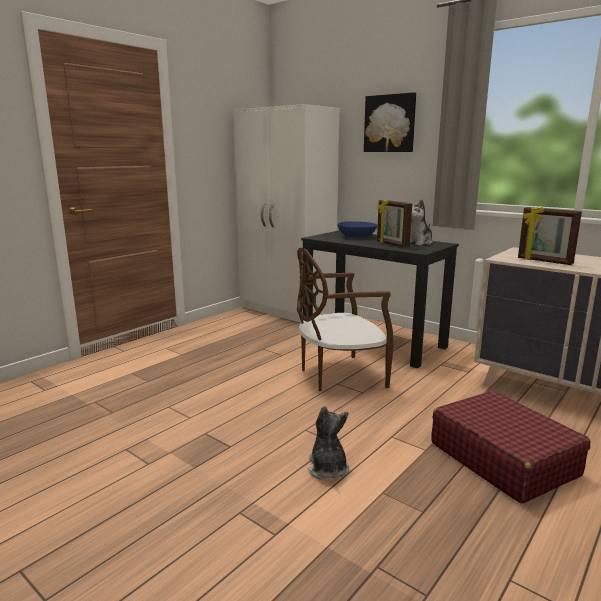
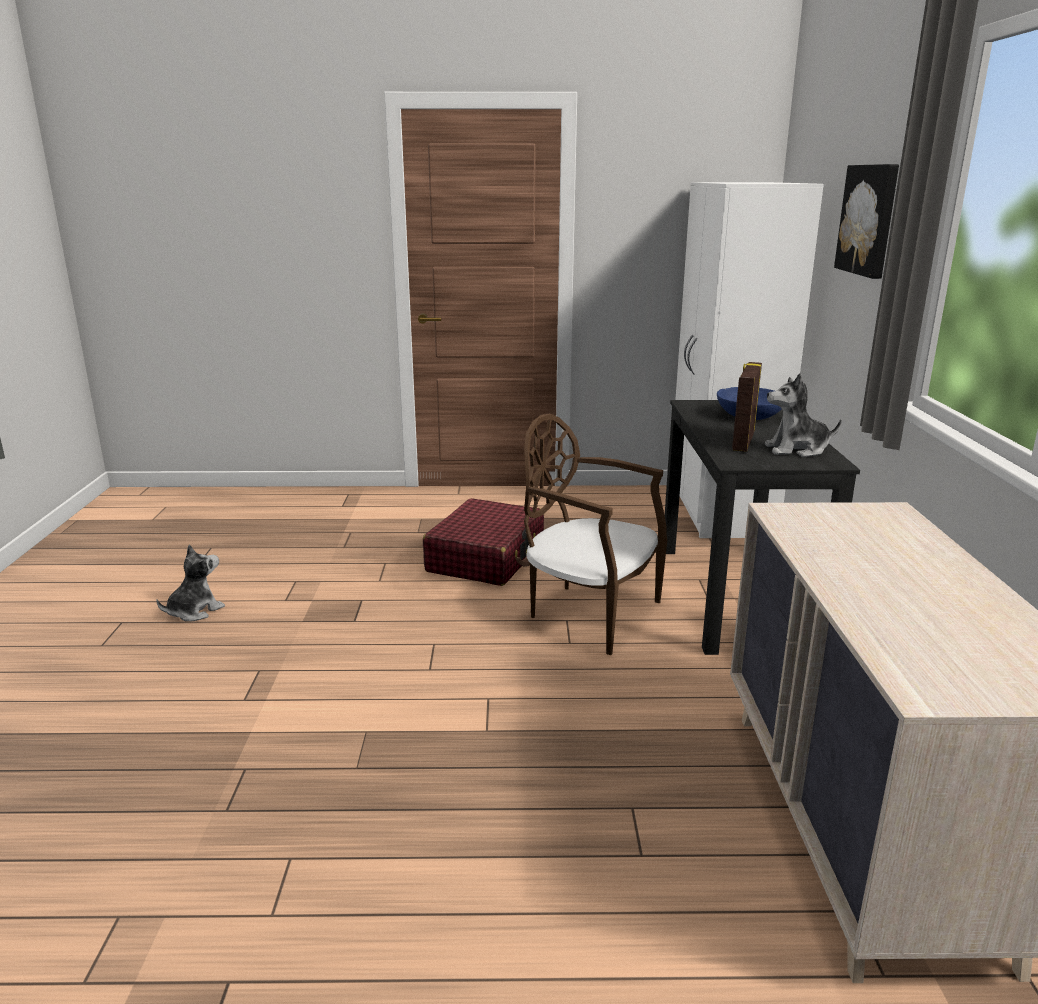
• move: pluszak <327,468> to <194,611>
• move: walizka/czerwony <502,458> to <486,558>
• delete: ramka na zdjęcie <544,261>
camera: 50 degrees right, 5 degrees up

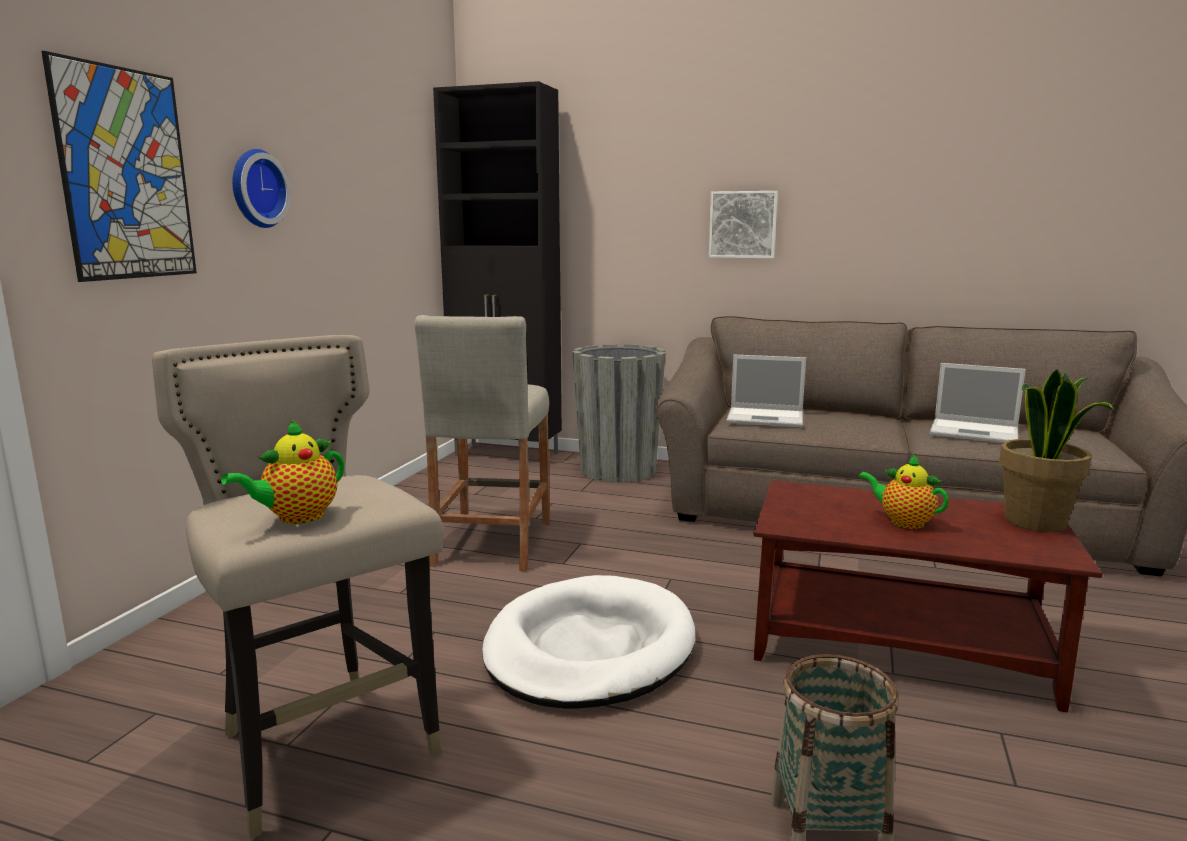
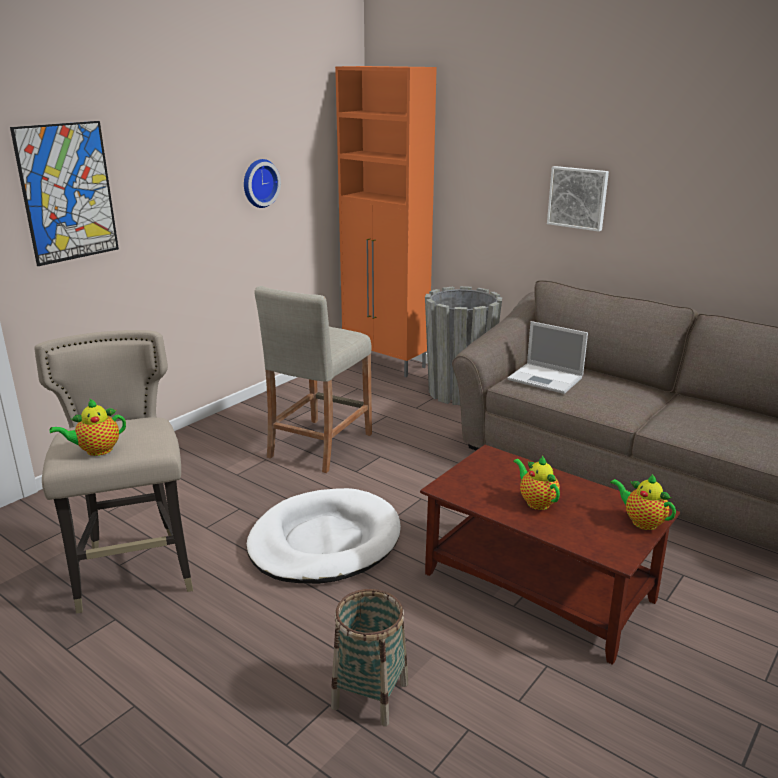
• move: zegar ścienny <255,189> to <259,183>
• recolor: szafka/czarny <507,454> to szafka/pomarańczowy <386,363>
• replace: roślina doniczkowa <1036,522> to imbryk <641,521>
• delete: laptop <976,432>
camera: 20 degrees right, 10 degrees up

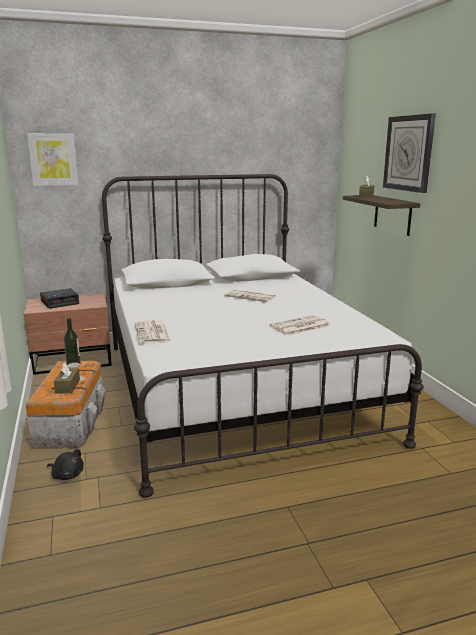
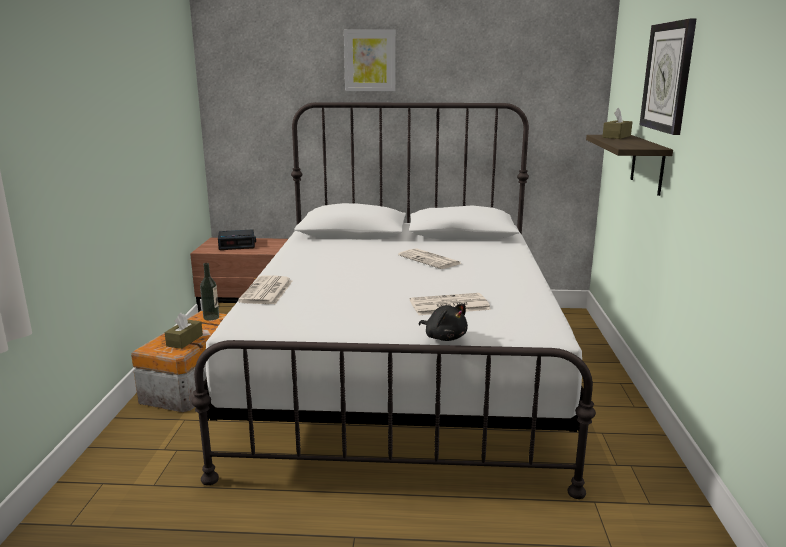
• move: obraz <53,159> to <370,60>
• move: pluszak/czarny <67,475> to <444,337>
camera: 20 degrees right, 0 degrees up

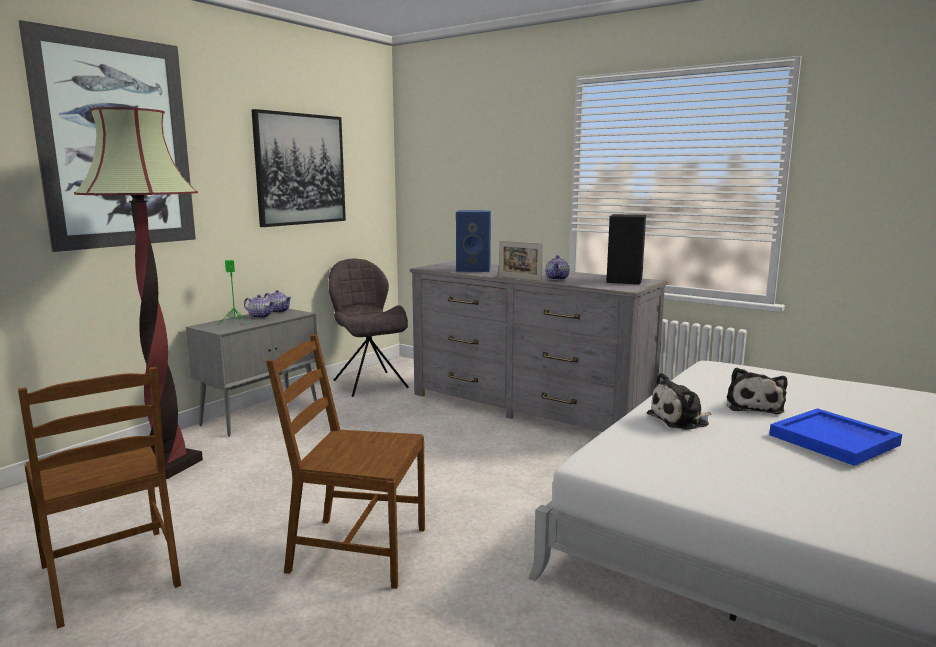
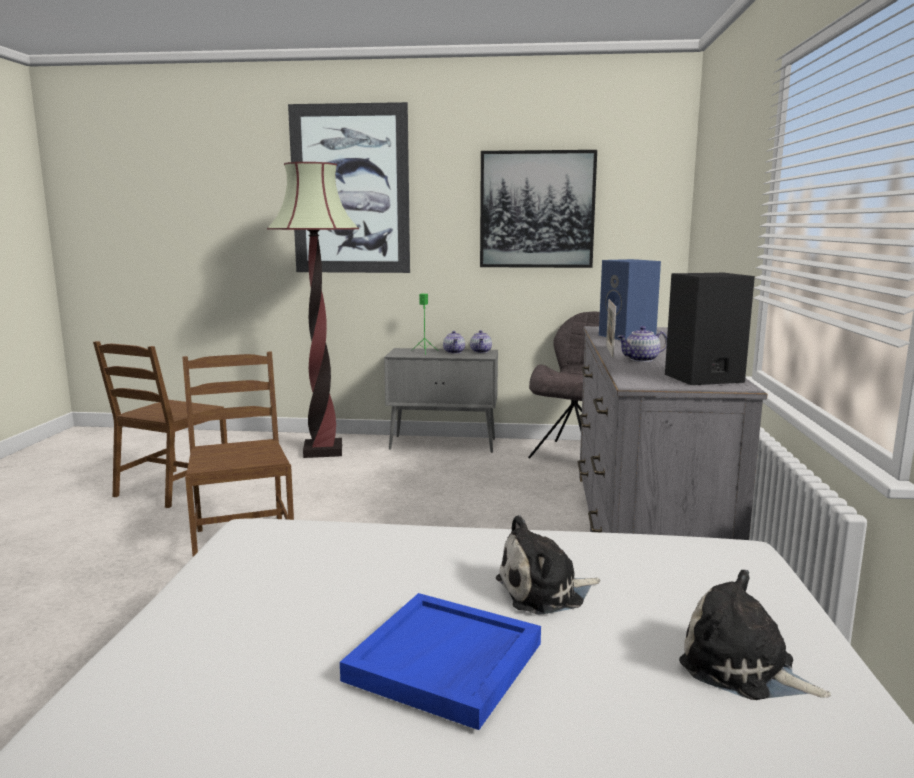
• move: pluszak <681,420> to <743,669>
camera: 60 degrees right, 0 degrees up

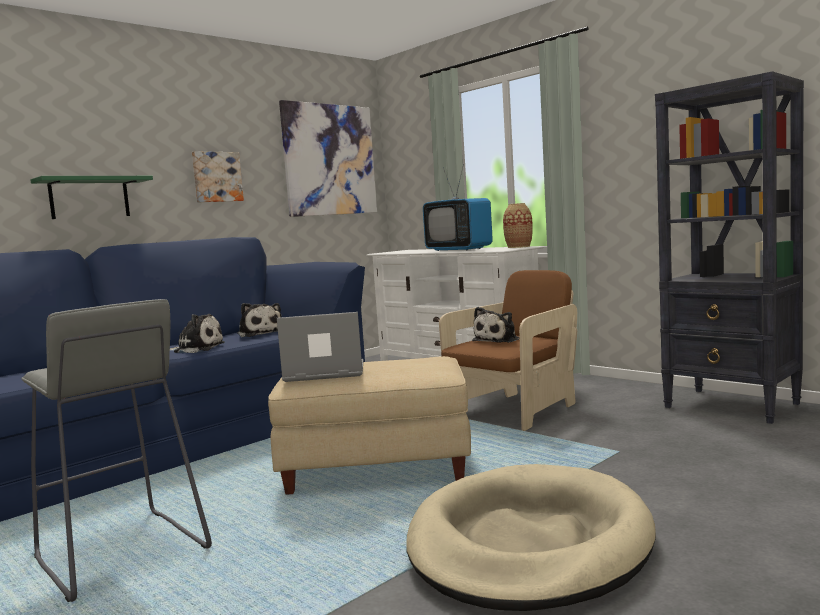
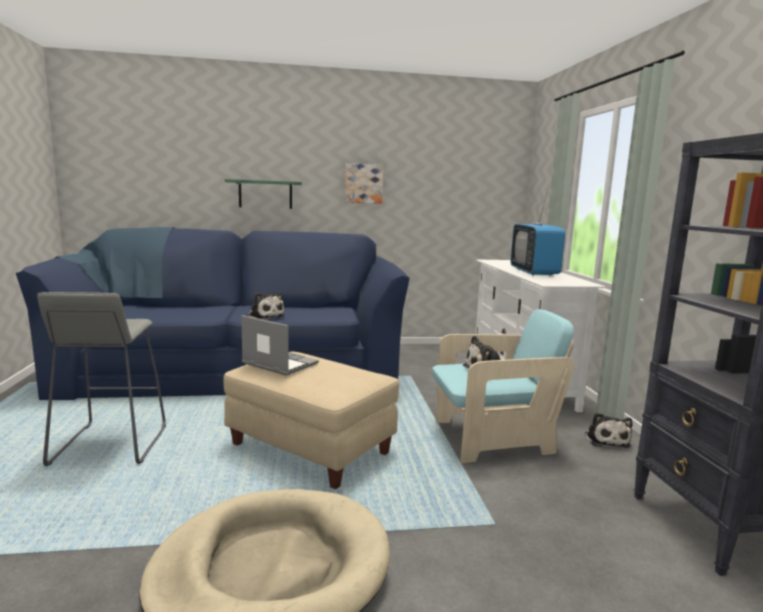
• recolor: fotel/brązowy <514,410> to fotel/turkusowy <492,439>
• move: pluszak <259,333> to <605,440>
• delete: obraz <329,160>
• delete: wazon <518,247>
camera: 35 degrees right, 5 degrees up

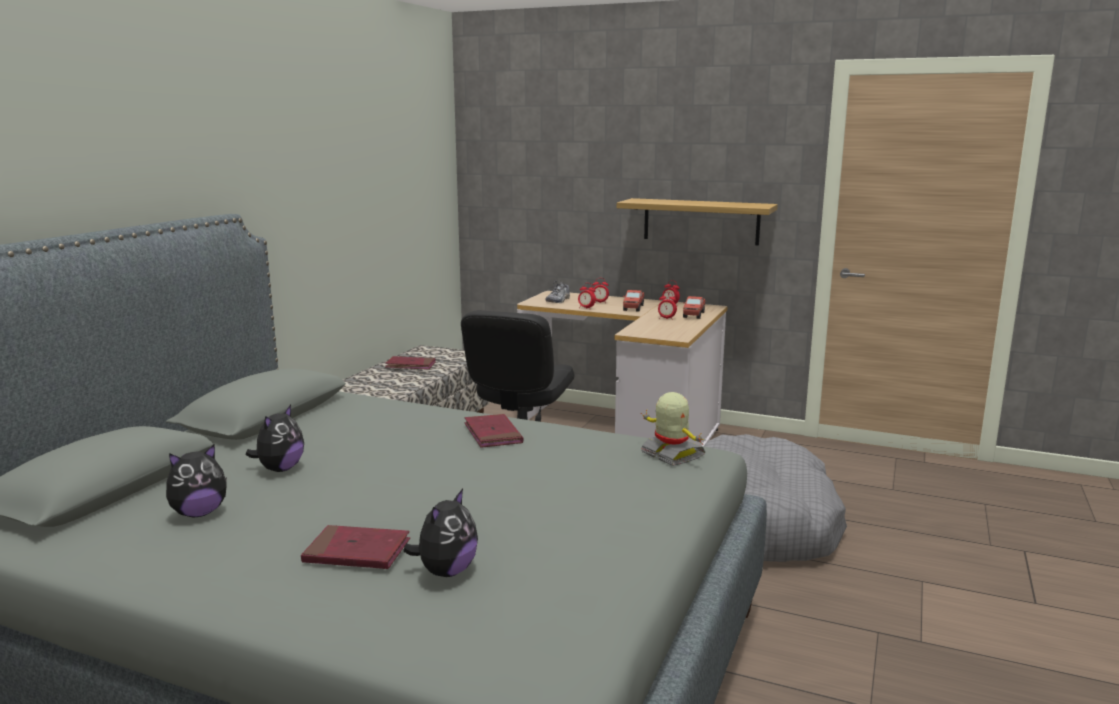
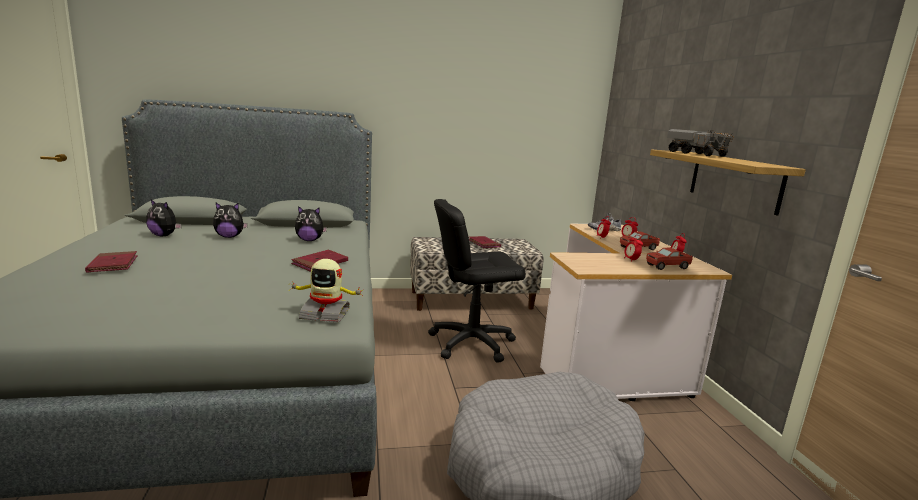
• rotate: robot zabawkowy <671,455> = <325,314> 75 degrees clockwise
• move: pluszak <446,571> to <309,240>
• insert: ciężarówka zabawkowa <696,154>
camera: 55 degrees right, 0 degrees up

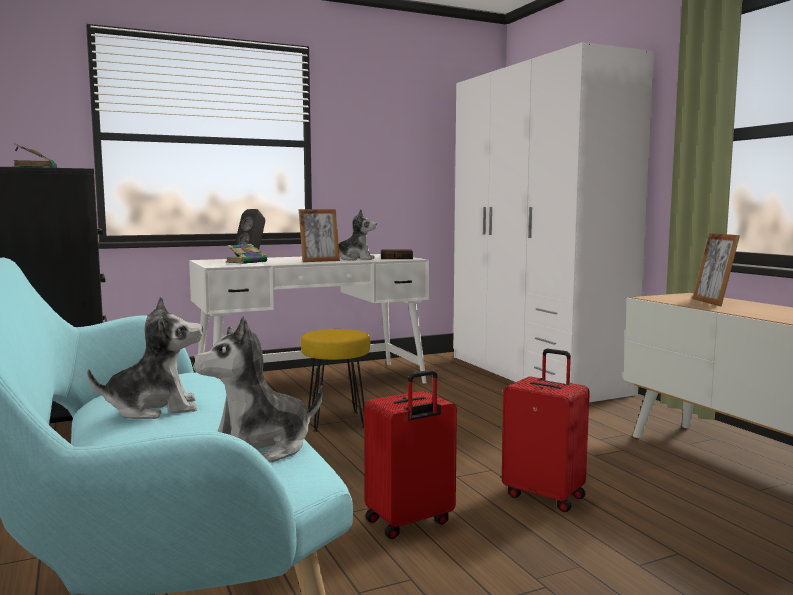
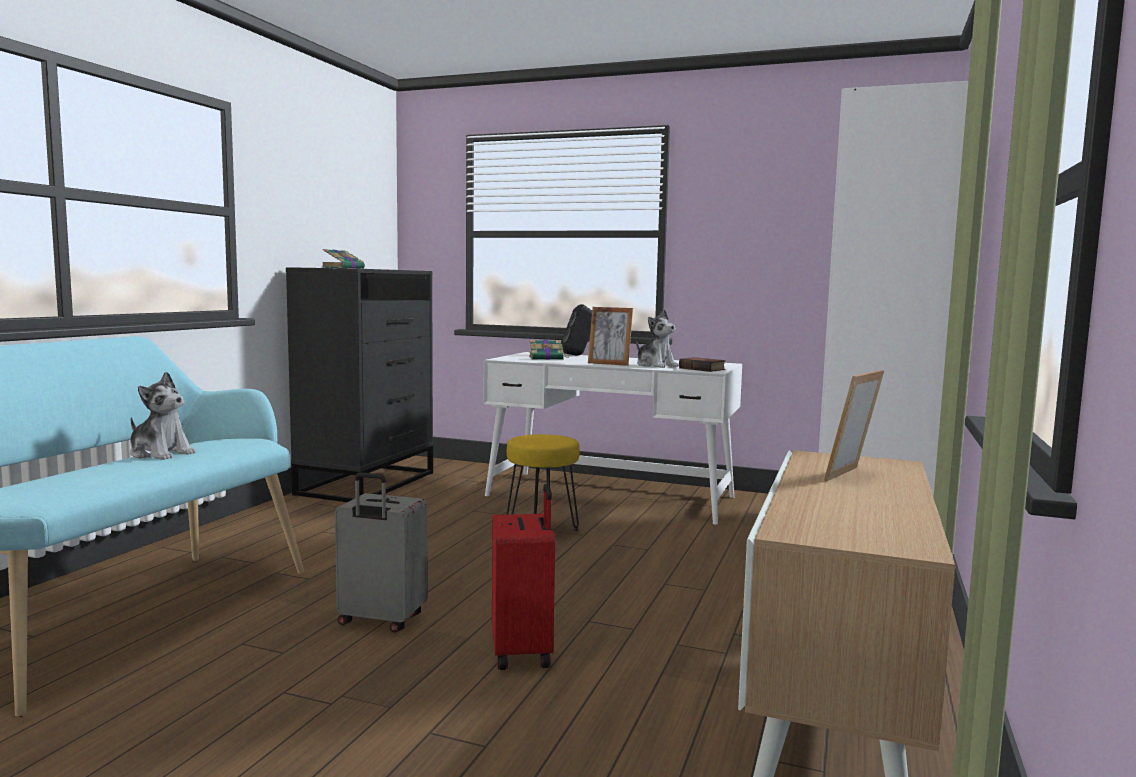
• recolor: walizka/czerwony <410,522> to walizka/szary <380,621>
• delete: pluszak <259,449>
camera: 45 degrees right, 0 degrees up

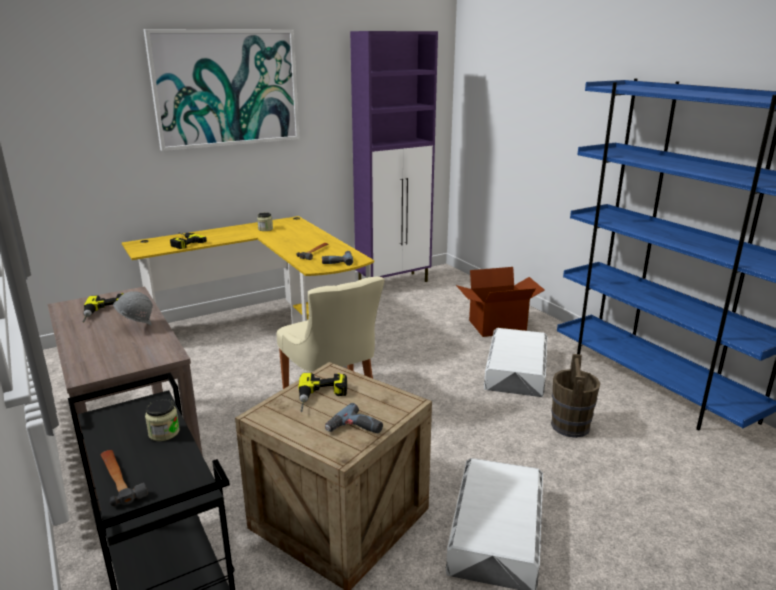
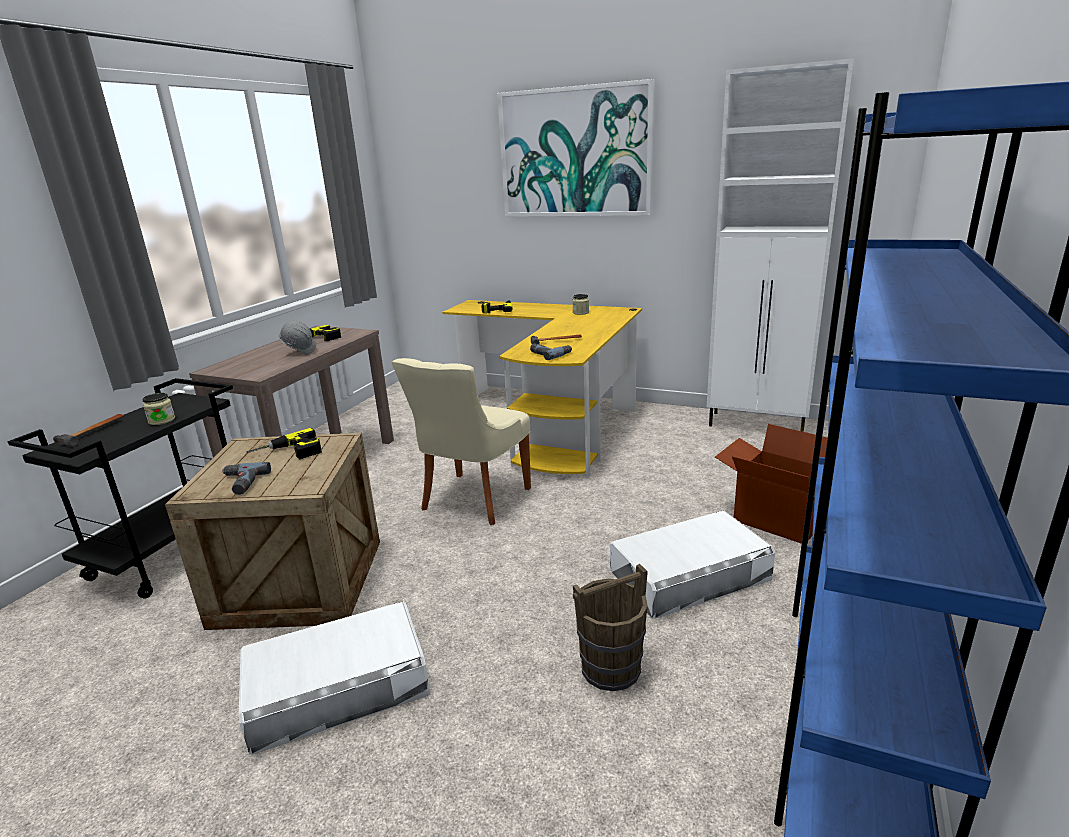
• recolor: szafka/fioletowy <394,283> to szafka/biały <758,424>
camera: 55 degrees right, 0 degrees up

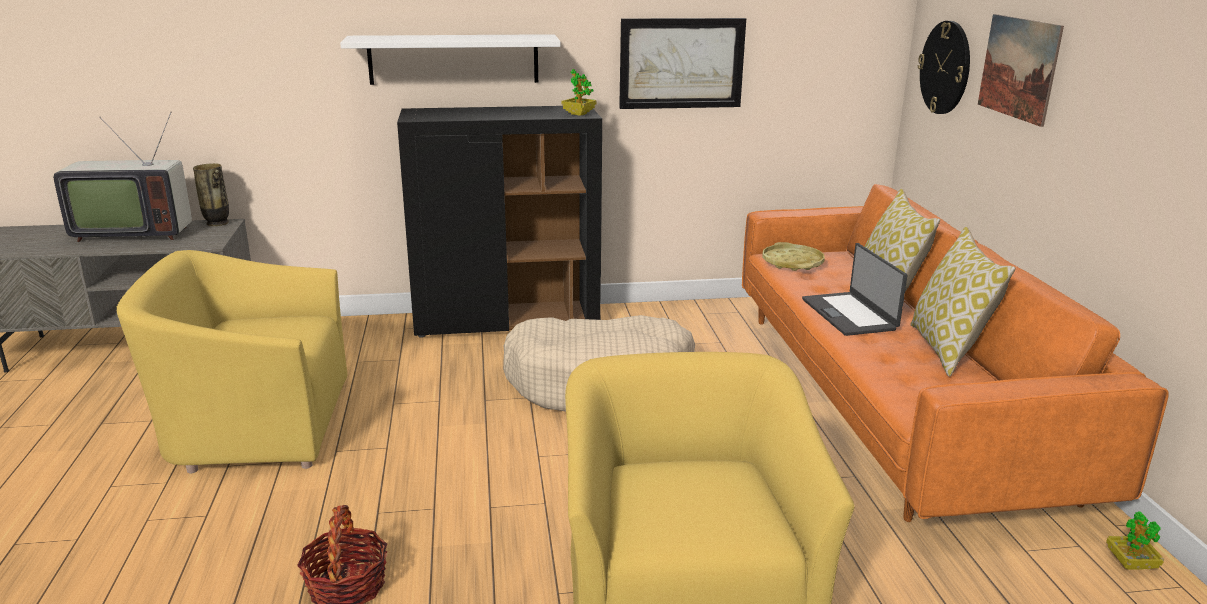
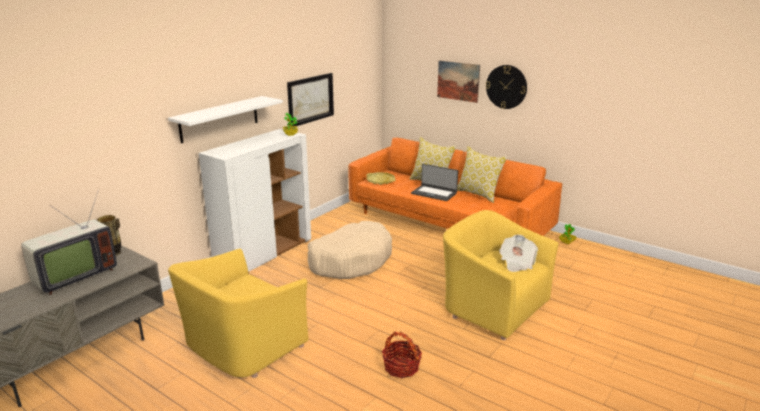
• recolor: szafka/czarny <508,321> to szafka/biały <264,254>
• move: zegar ścienny <945,67> to <506,87>
• insert: gazeta <517,263>
camera: 45 degrees left, 0 degrees up

